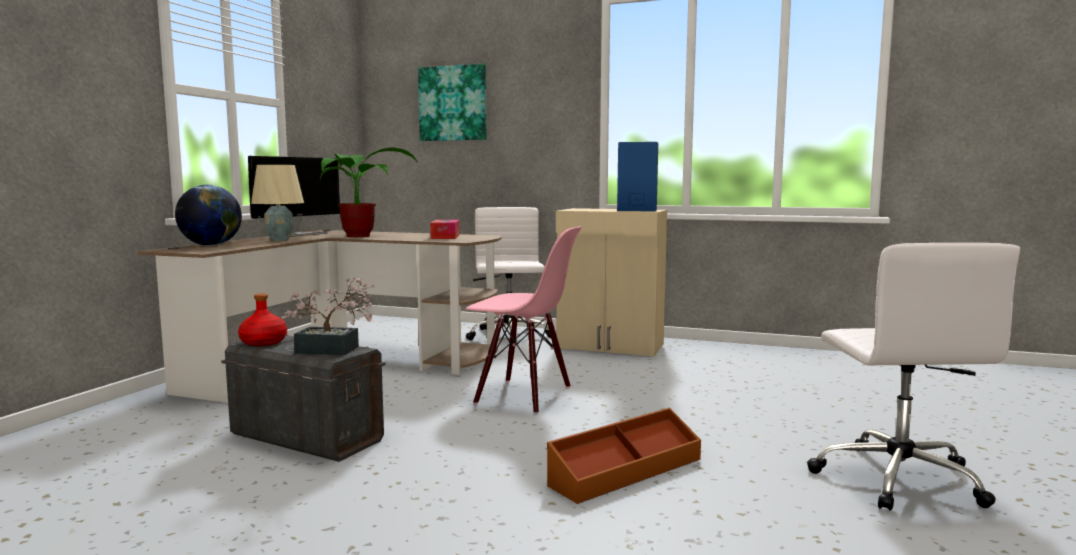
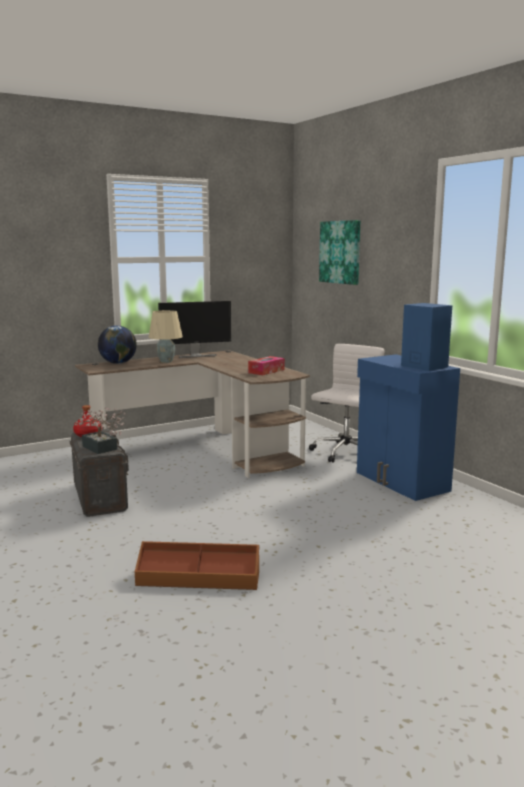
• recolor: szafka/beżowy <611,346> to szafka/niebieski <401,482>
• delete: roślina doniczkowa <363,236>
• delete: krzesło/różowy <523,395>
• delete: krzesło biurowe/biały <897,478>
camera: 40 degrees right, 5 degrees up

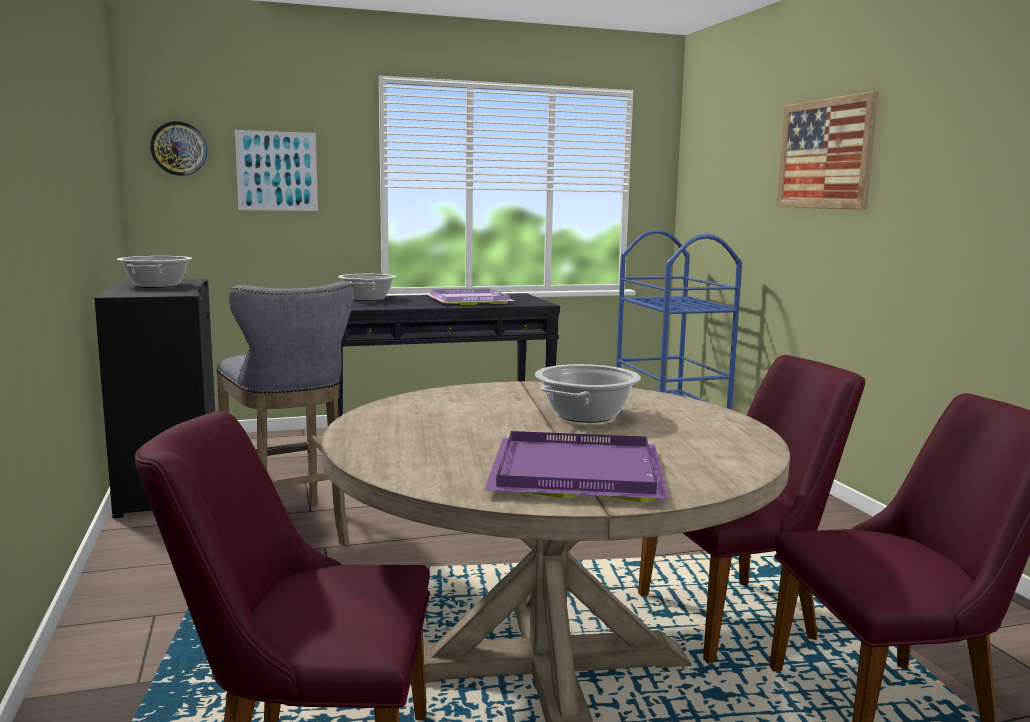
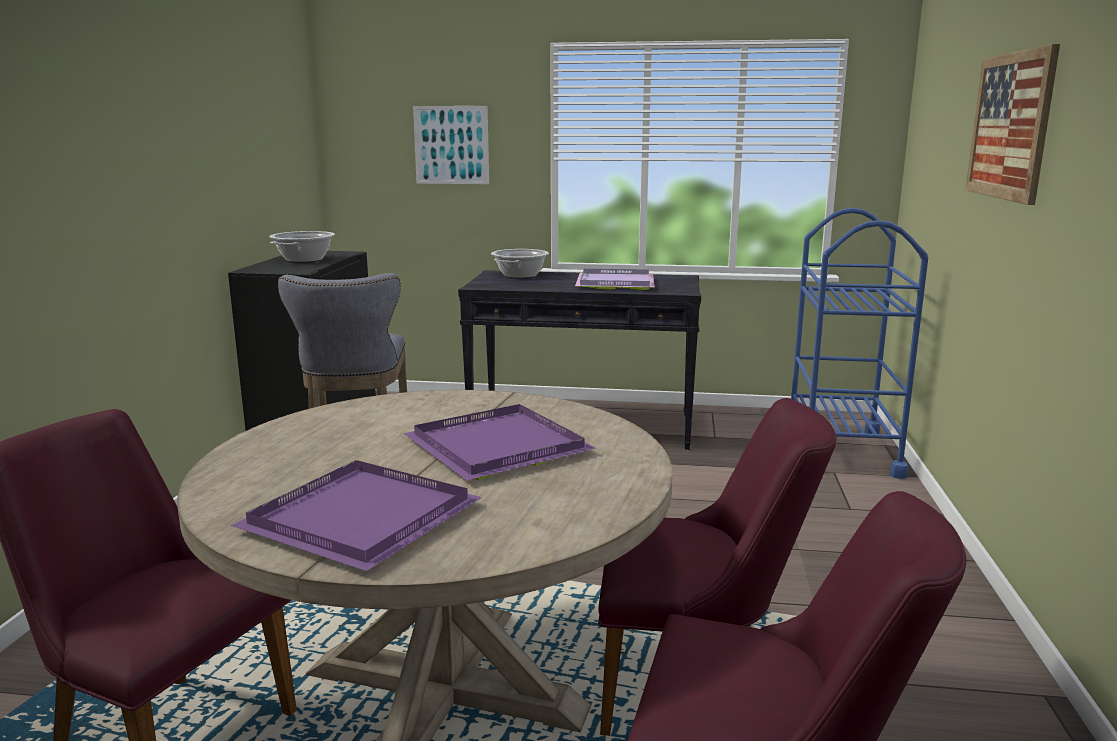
• replace: garnek <586,415> to taca/fioletowy <499,445>
• delete: zegar ścienny <179,148>
camera: 25 degrees right, 5 degrees up

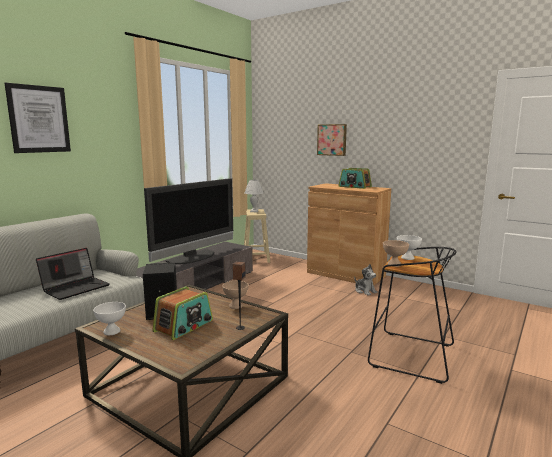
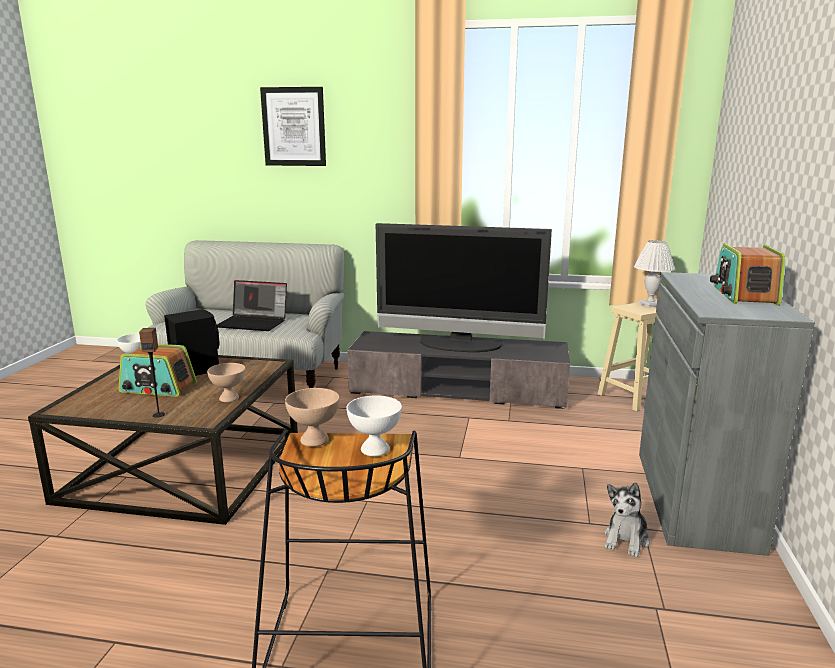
• recolor: szafka/brązowy <345,274> to szafka/szary <695,498>
• delete: obraz <332,139>
camera: 65 degrees right, 5 degrees up

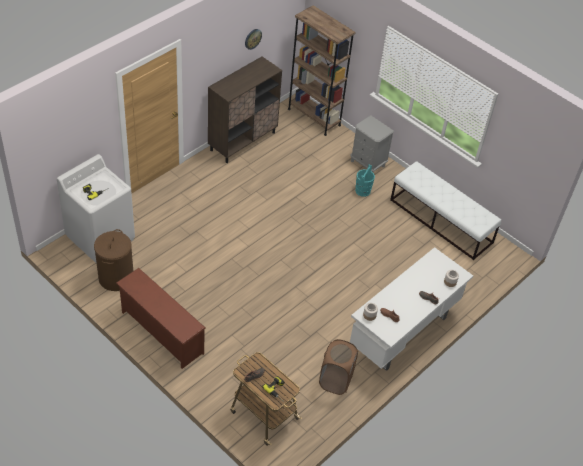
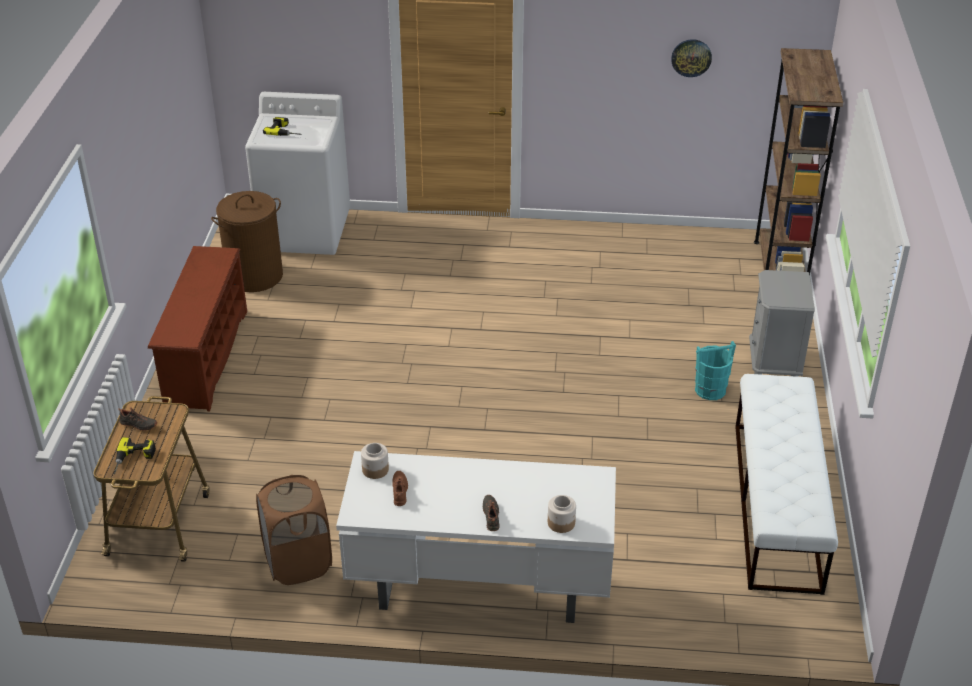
• delete: szafka/brązowy <243,141>
camera: 55 degrees right, 10 degrees down

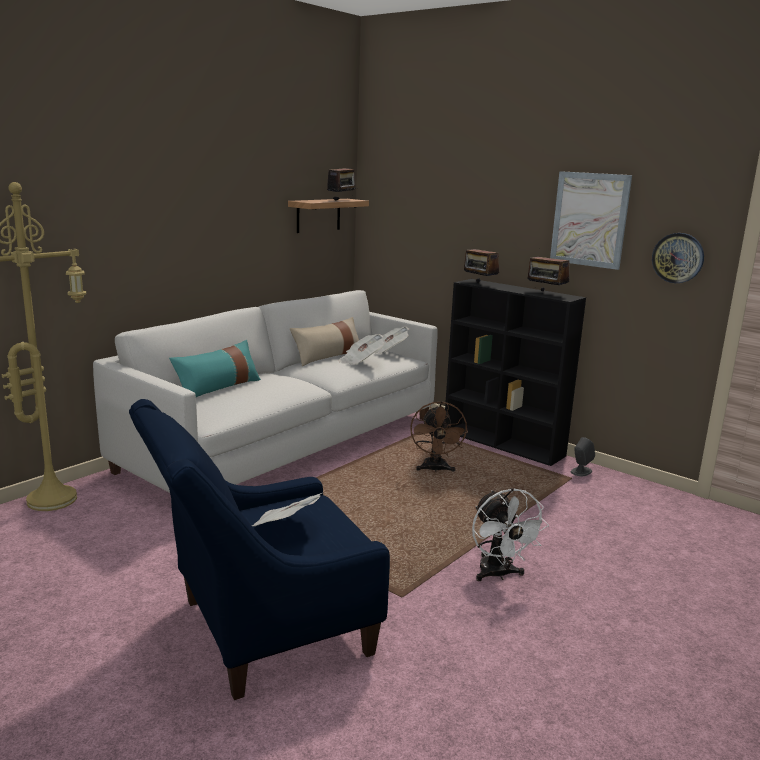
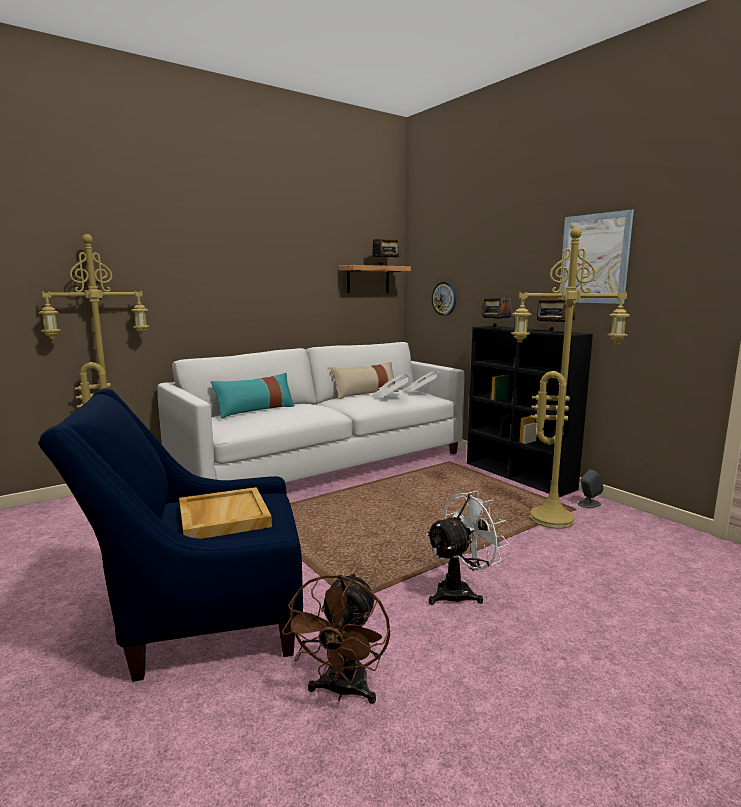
• replace: gazeta <285,527> to taca/beżowy <223,516>
• move: wentylator/brązowy <435,469> to <342,691>
• rotate: wentylator/biały <498,575> = <460,591> 120 degrees counterclockwise
• move: zegar ścienny <678,258> to <444,298>
• insert: lampa stojąca/żółty <553,518>
camera: 15 degrees right, 5 degrees down

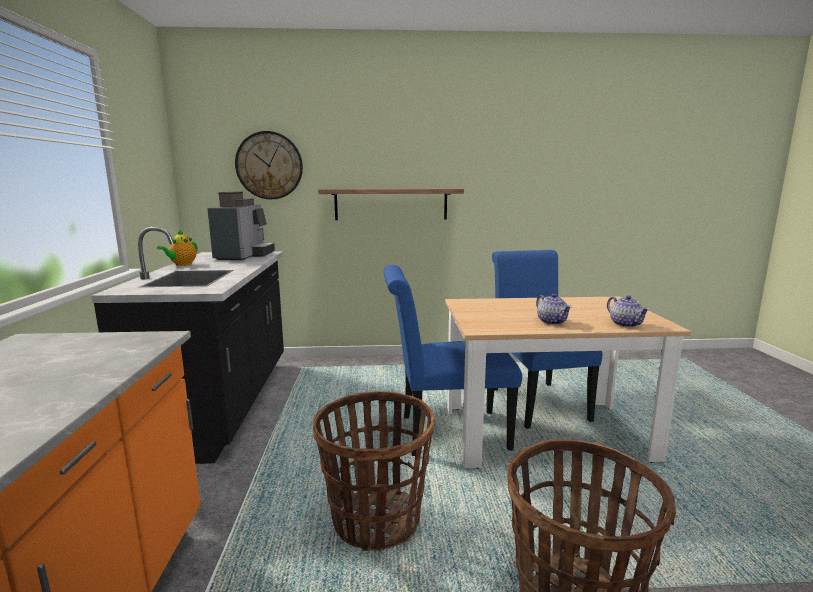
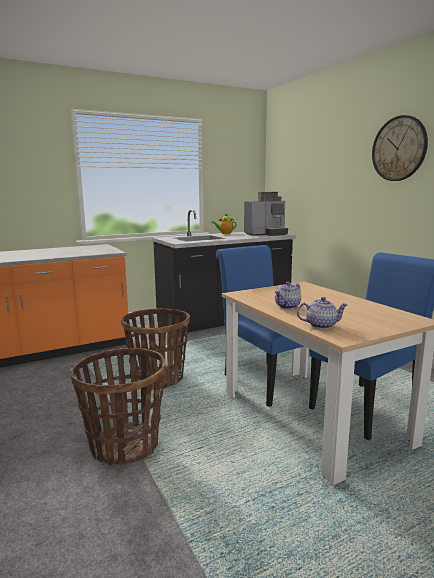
• rotate: imbryk <626,324> = <321,325> 135 degrees counterclockwise
• move: zegar ścienny <269,165> to <399,149>
• delete: półka <391,204>
camera: 65 degrees right, 0 degrees up

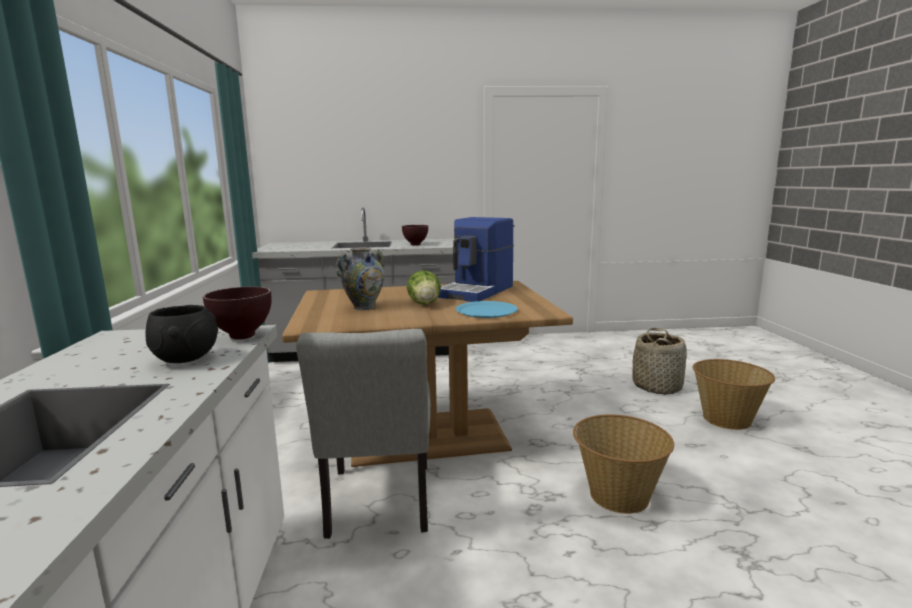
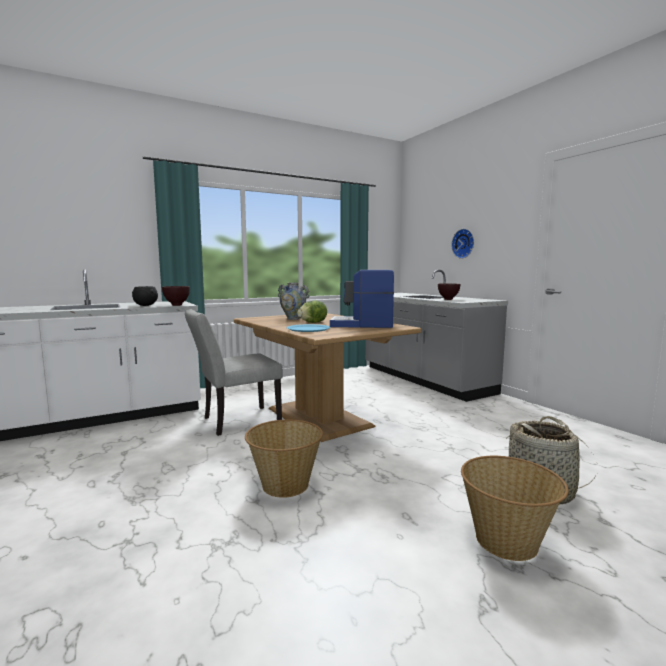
• insert: zegar ścienny <464,243>
camera: 65 degrees right, 5 degrees down

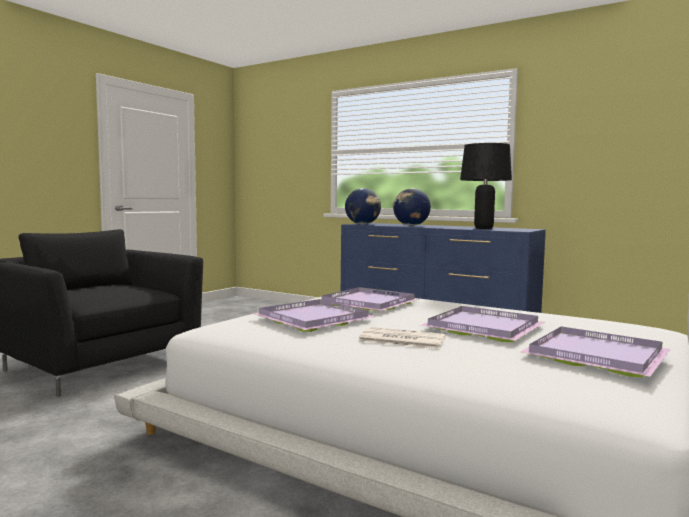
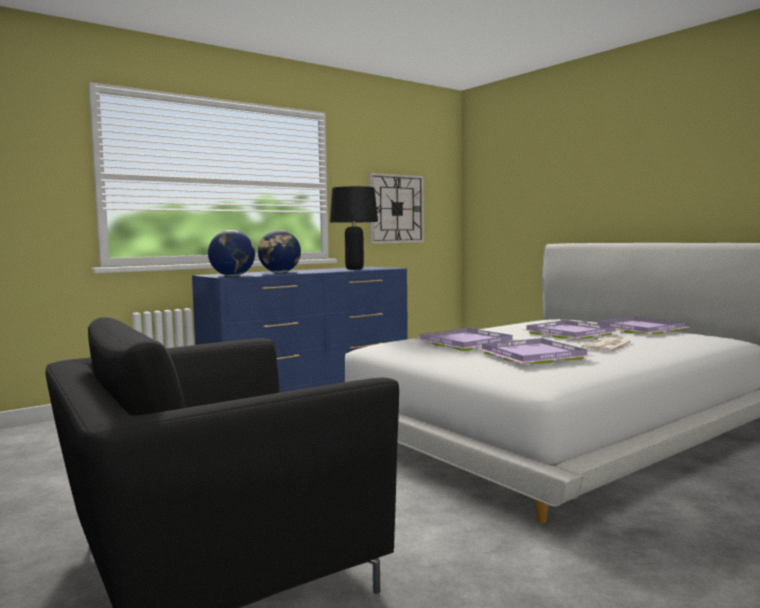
• insert: zegar ścienny <396,209>
camera: 70 degrees left, 0 degrees up

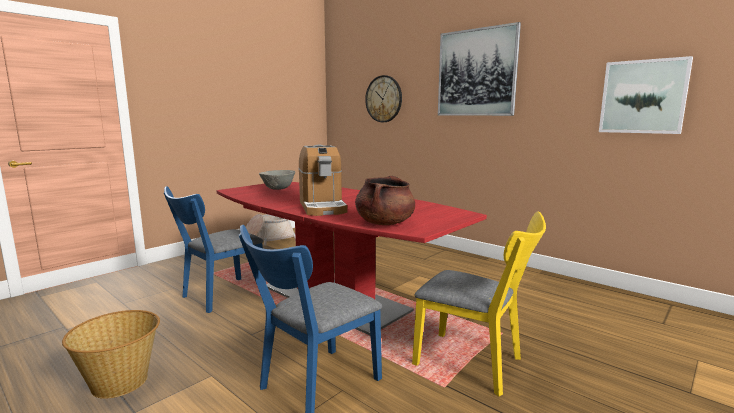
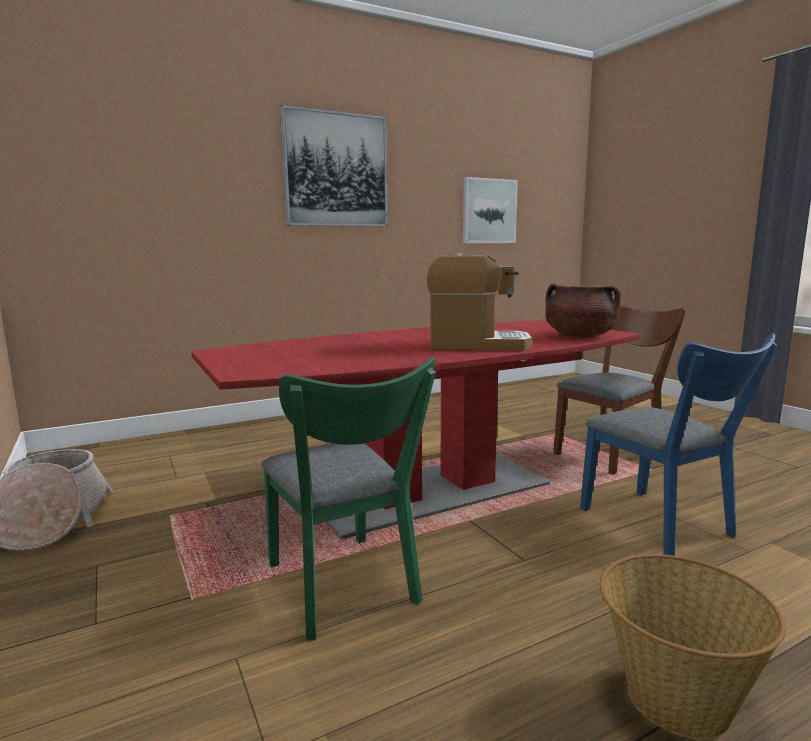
• recolor: krzesło/niebieski <219,296> to krzesło/zielony <345,589>
• recolor: krzesło/żółty <475,364> to krzesło/brązowy <612,452>
• delete: miska/szary <278,189>
• delete: zegar ścienny <383,99>
camera: 70 degrees left, 0 degrees up

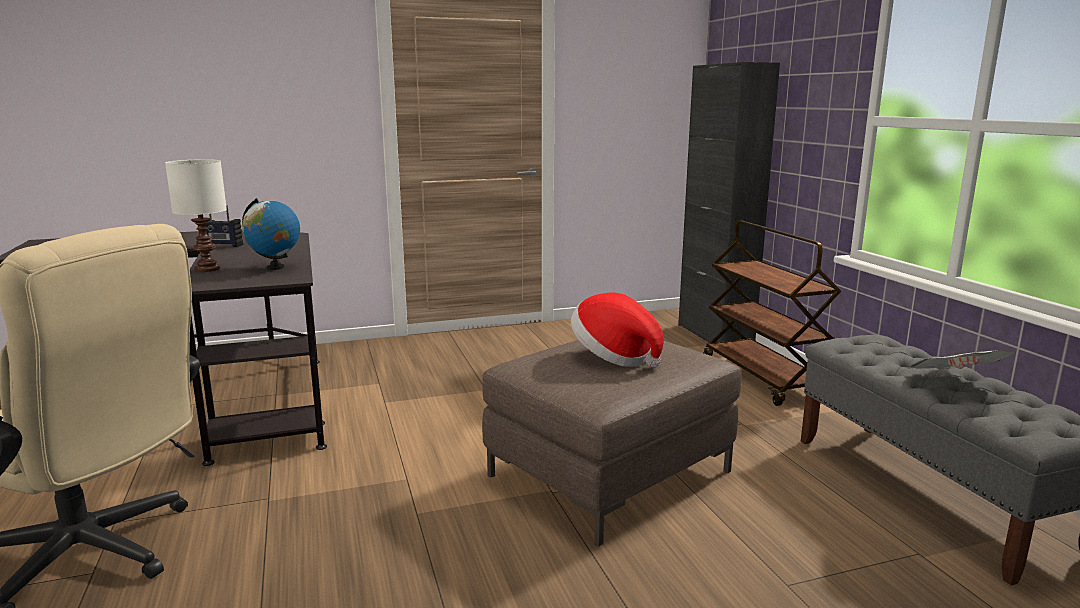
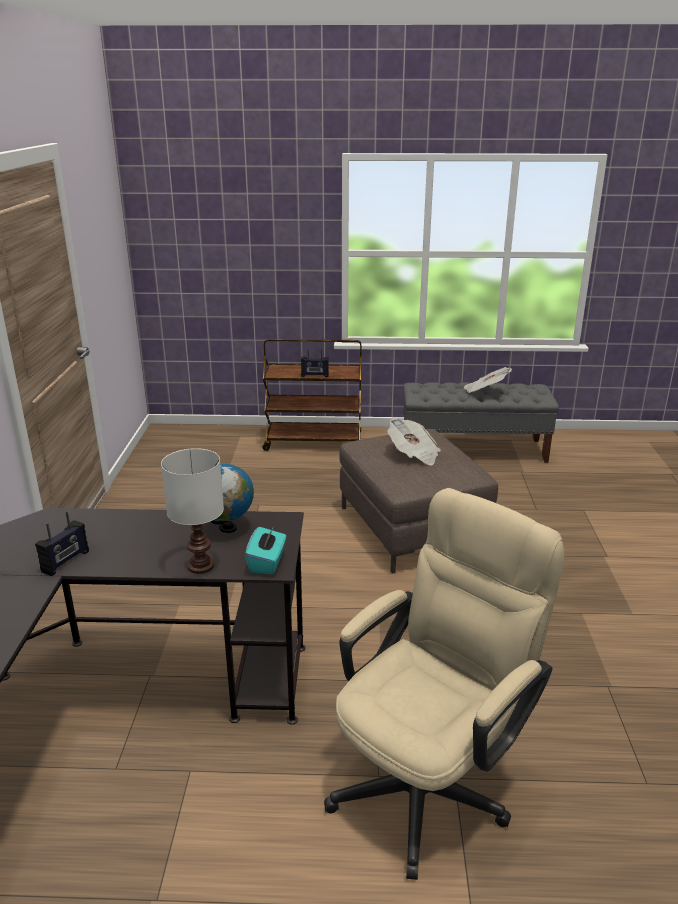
• insert: pudełko chusteczek/turkusowy <267,563>
• insert: radio <315,375>
• replace: kapelusz <613,357> to gazeta <414,454>
• delete: szafka/czarny <714,335>
camera: 70 degrees left, 10 degrees up

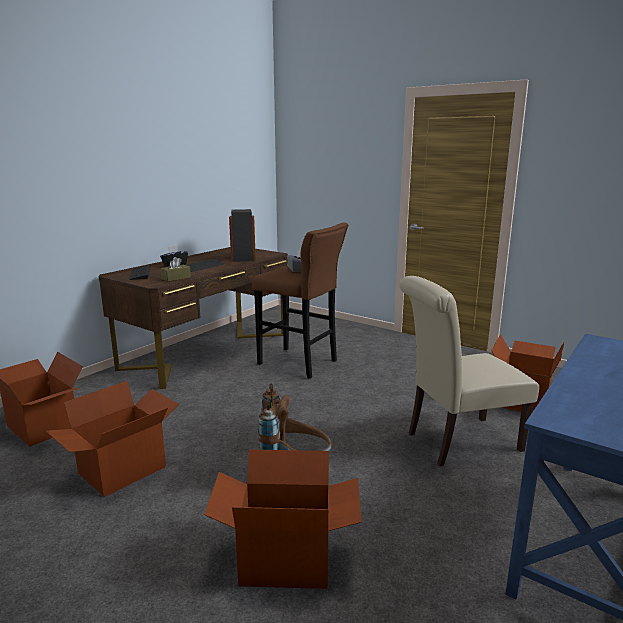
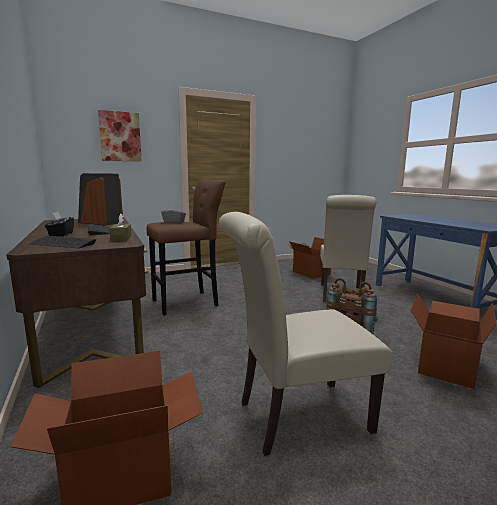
• insert: obraz <120,136>
• replace: karton <123,471> to krzesło/beżowy <295,417>
camera: 60 degrees left, 5 degrees down

